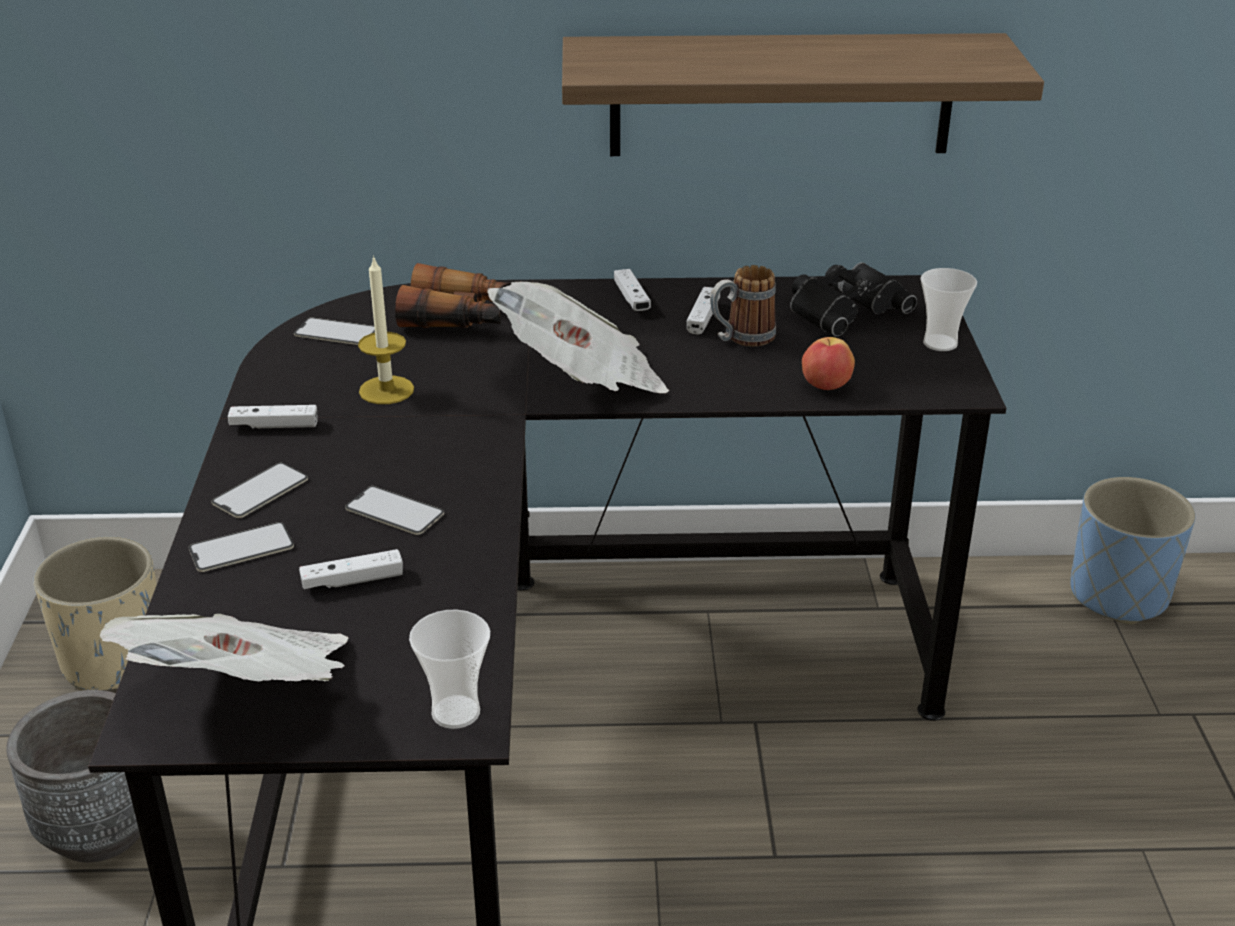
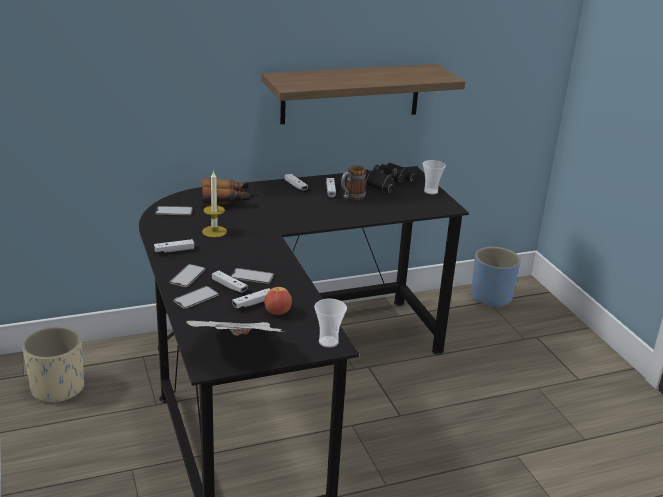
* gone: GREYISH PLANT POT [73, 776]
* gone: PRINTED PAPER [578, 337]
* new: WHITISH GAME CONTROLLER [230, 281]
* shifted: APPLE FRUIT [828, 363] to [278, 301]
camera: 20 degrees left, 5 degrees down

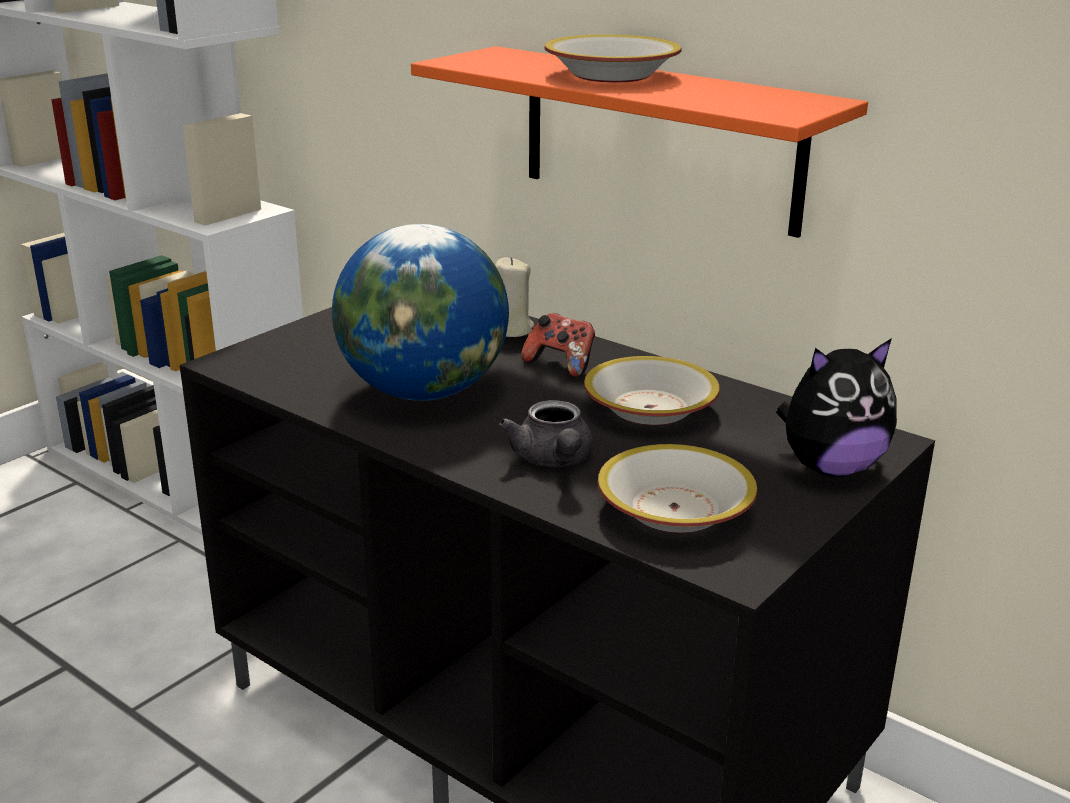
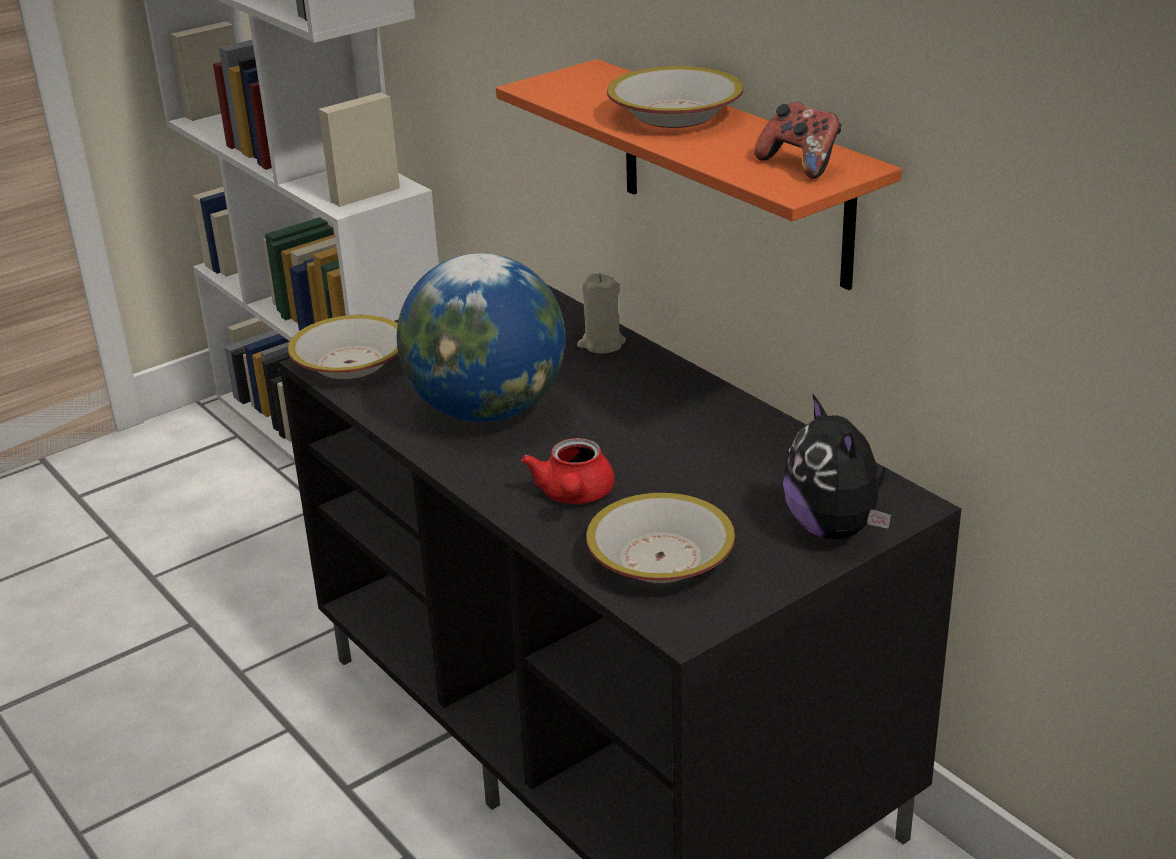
* shifted: GAME CONTROLLER [558, 345] to [797, 140]
* shifted: BOWL [652, 390] to [343, 347]
* repainted: GREYISH TEAPOT [546, 433] to REDDISH TEAPOT [568, 471]
* rotated: SOFT TOY [836, 407] = [837, 466] 75 degrees clockwise
camera: 15 degrees right, 5 degrees up

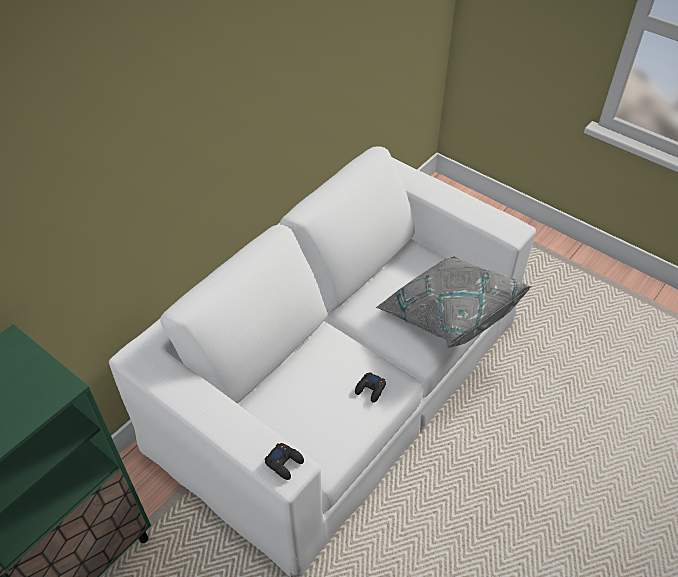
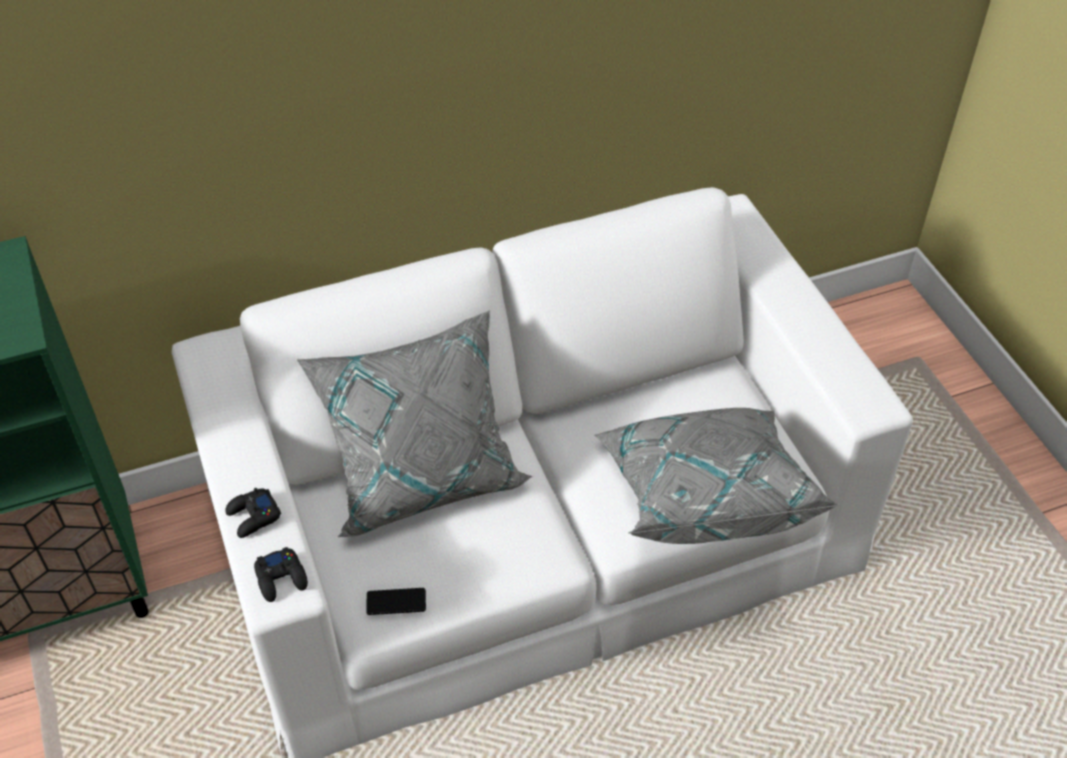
* new: GREYISH CUSHION [415, 423]
* new: TELEPHONE [396, 601]
* shifted: BLACK-COLOURED GAME CONTROLLER [370, 387] to [253, 513]
camera: 30 degrees right, 0 degrees up

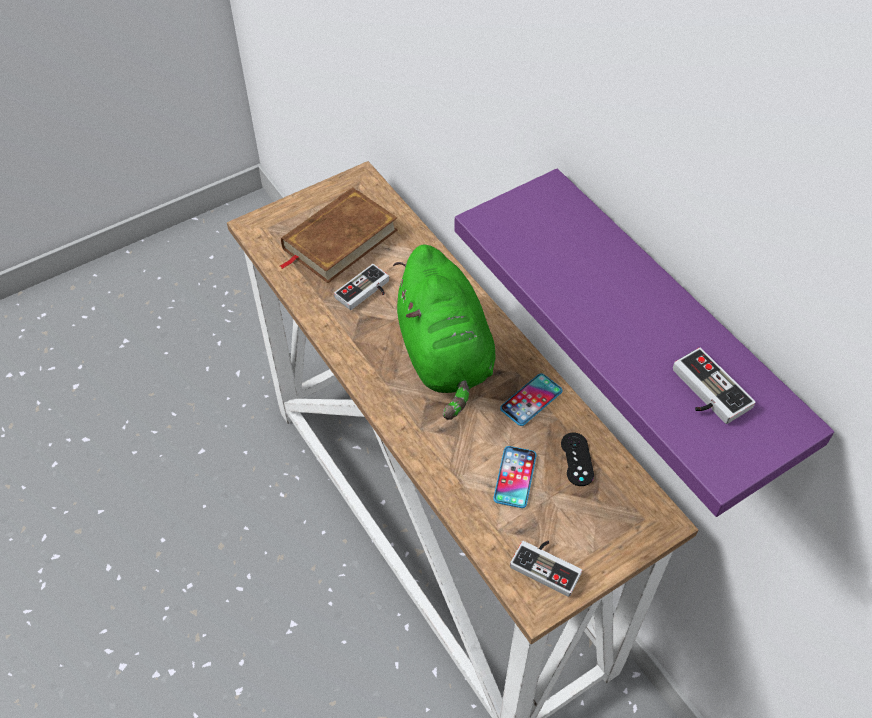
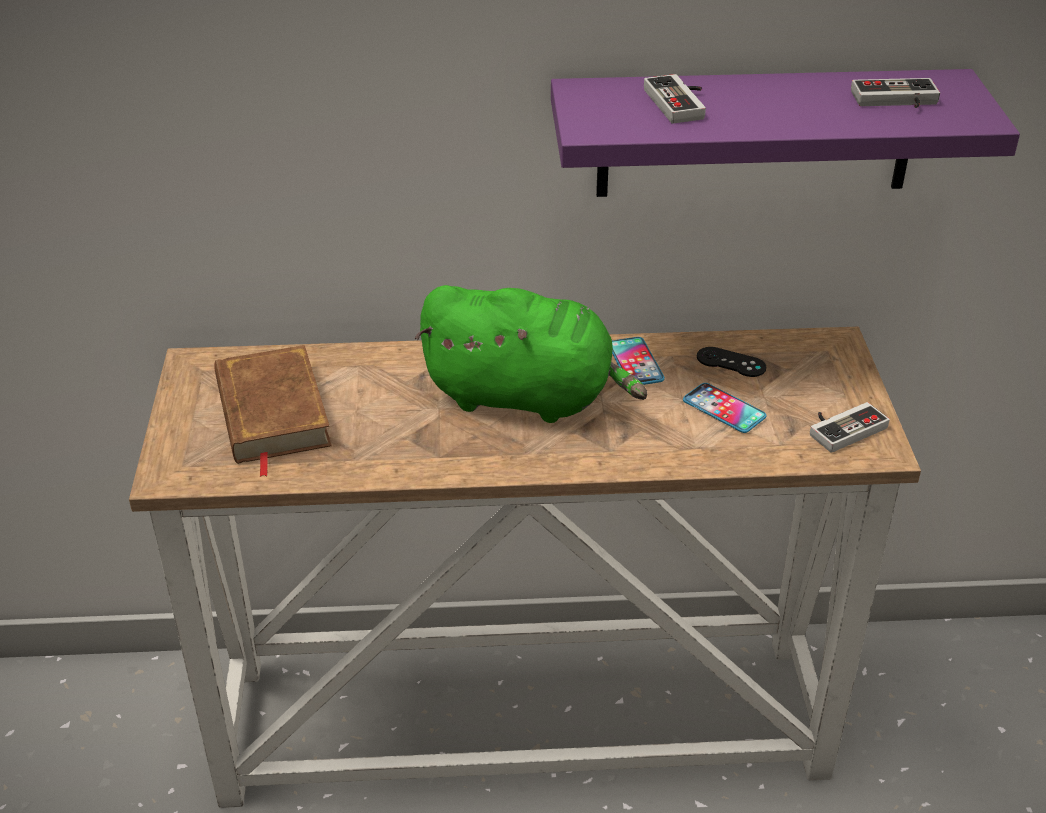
* shifted: GAME CONTROLLER [361, 287] to [675, 99]
camera: 60 degrees left, 15 degrees down

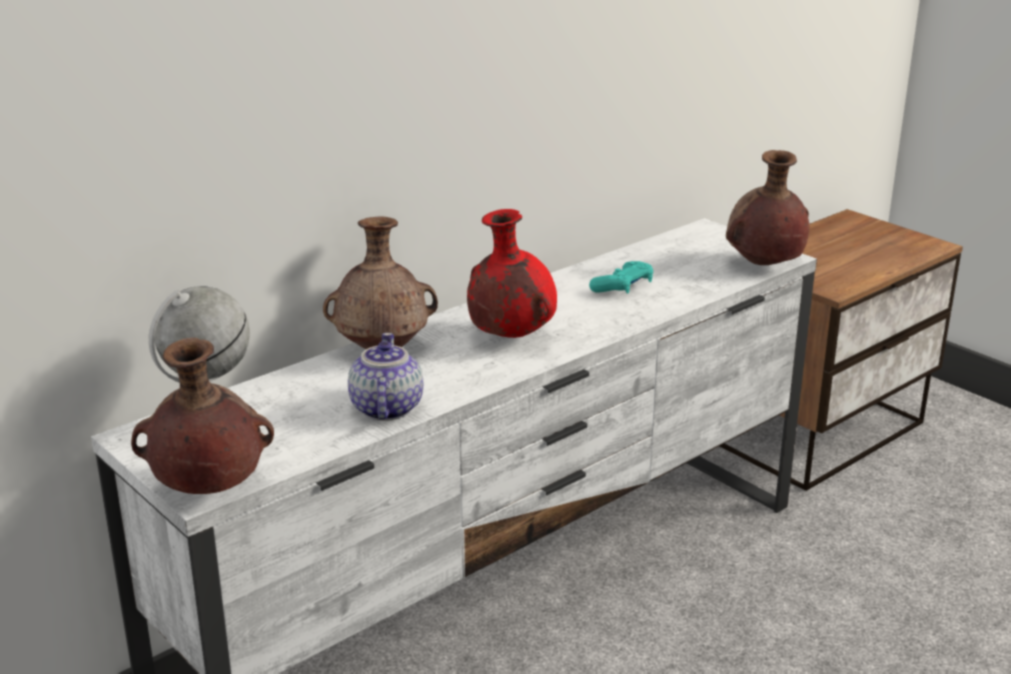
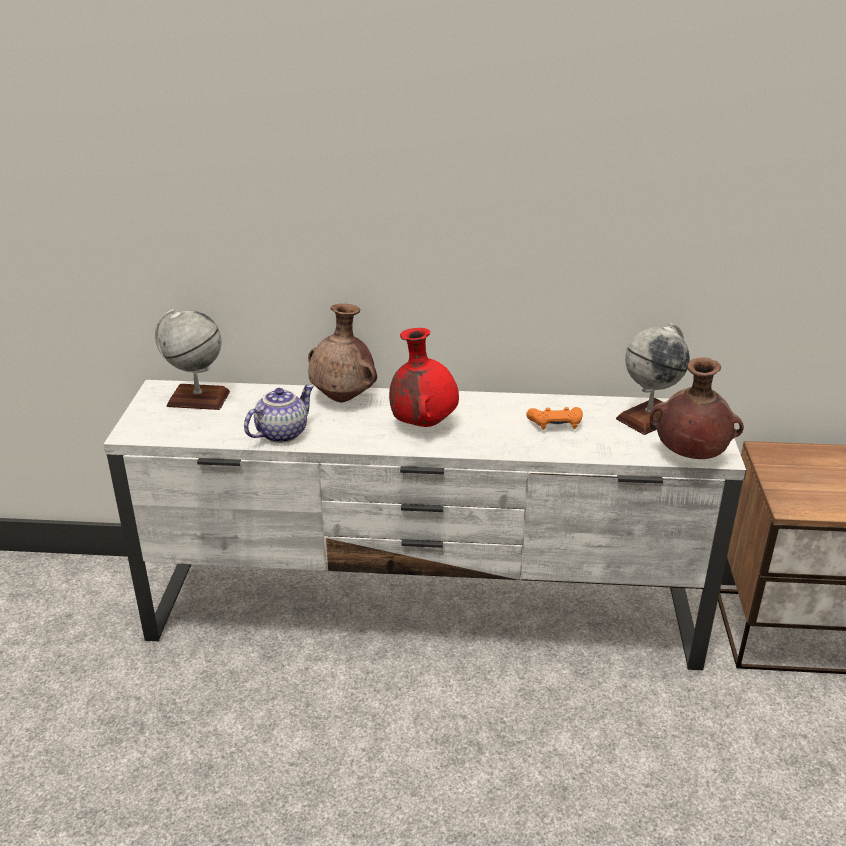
* gone: BROWNISH DECORATIVE VASE [202, 416]
* new: WORLD GLOBE [653, 379]
* repainted: BLUE-GREEN GAME CONTROLLER [621, 277] to ORANGEY GAME CONTROLLER [554, 418]
camera: 45 degrees right, 5 degrees up

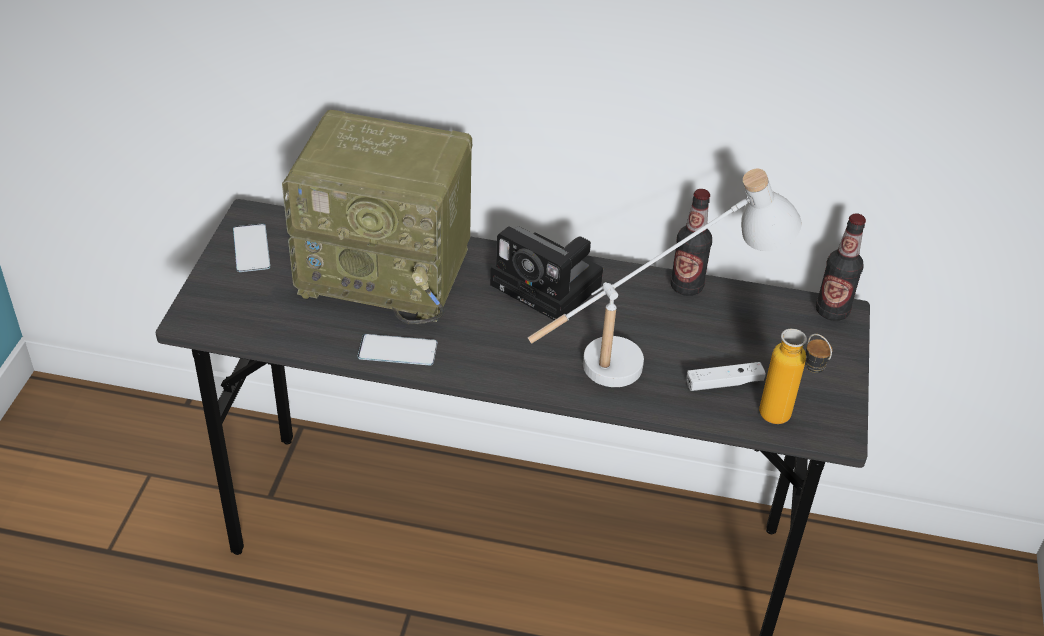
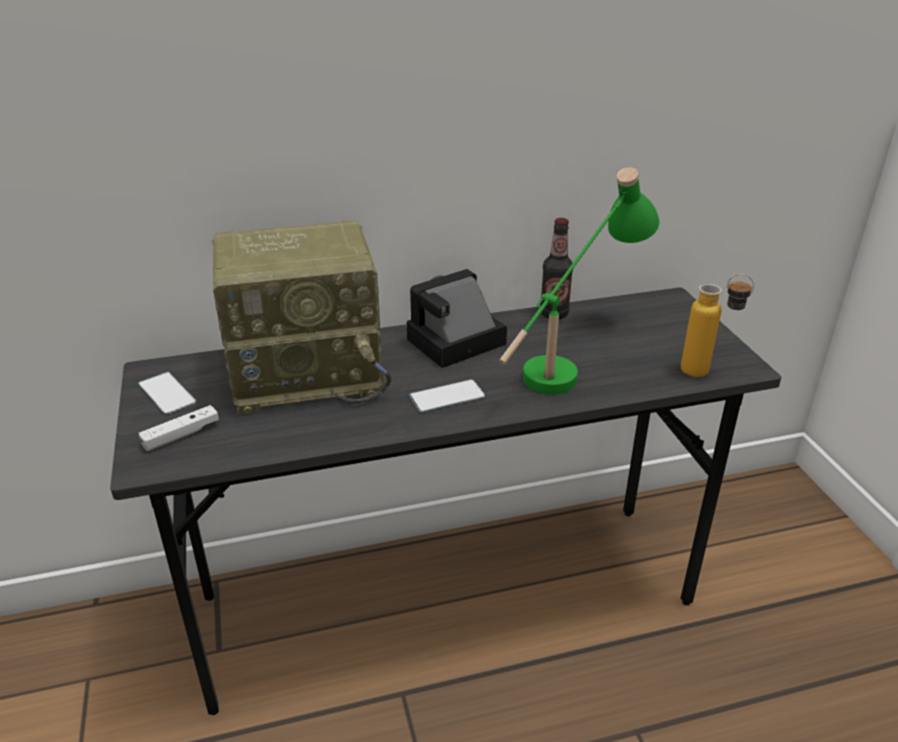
* gone: DRINK BOTTLE [841, 267]
* shifted: TELEPHONE [397, 349] to [447, 395]
* shifted: WHITISH GAME CONTROLLER [726, 376] to [179, 428]
* repainted: WHITISH LAMP FOR A TABLE [664, 278] to GREEN LAMP FOR A TABLE [579, 280]
* rotated: STILL CAMERA [546, 273] = [457, 318] 135 degrees clockwise
camera: 25 degrees left, 10 degrees down

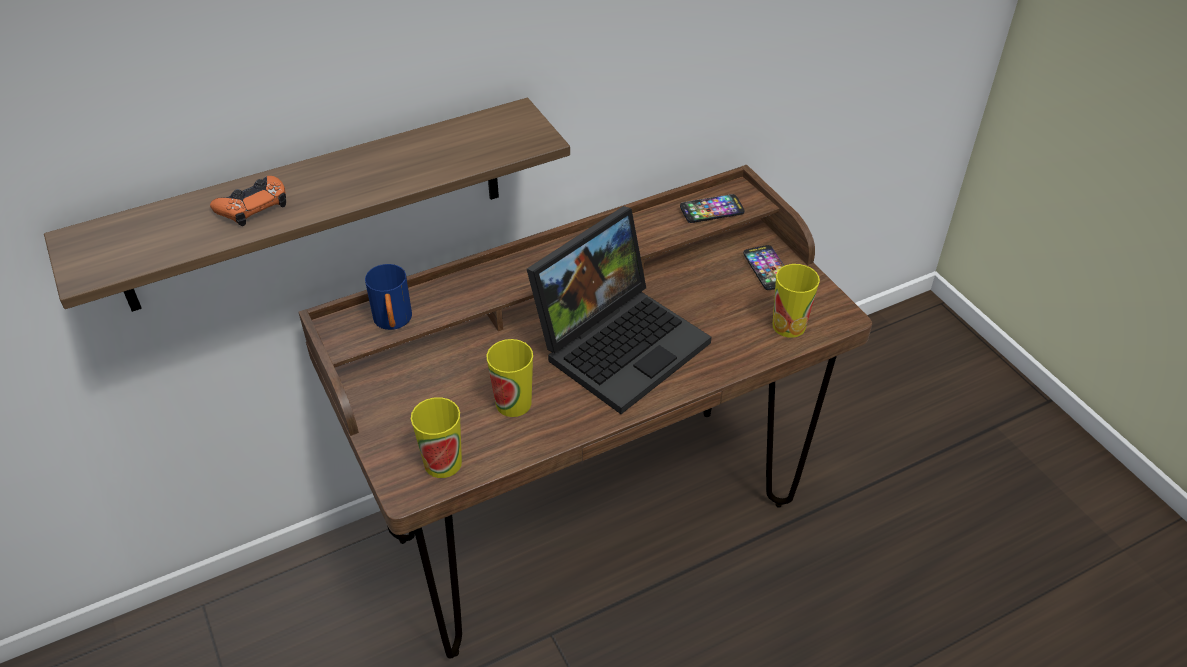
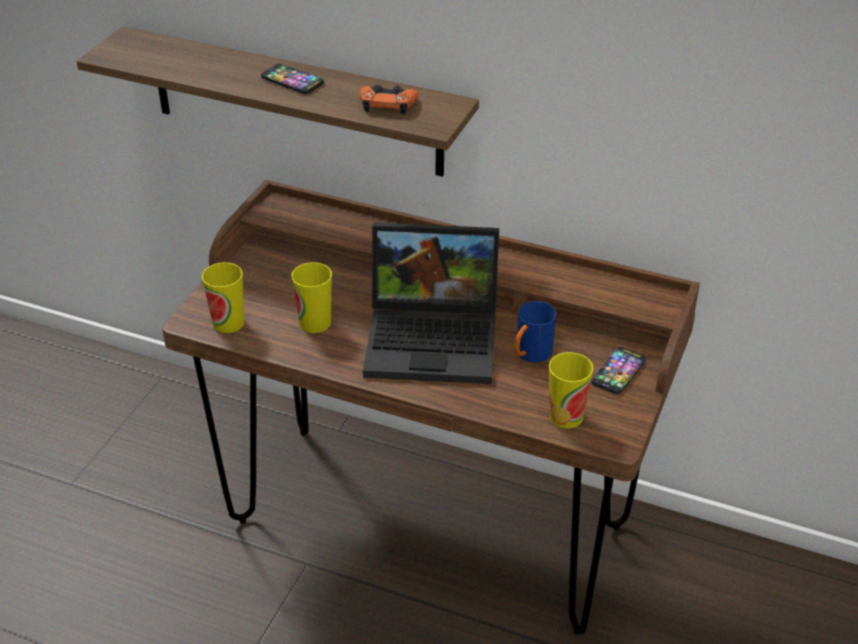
* shifted: ORANGEY GAME CONTROLLER [248, 201] to [389, 99]
* shifted: BLUE COFFEE MUG [388, 297] to [535, 331]
* shifted: TELEPHONE [712, 208] to [292, 78]
camera: 50 degrees right, 5 degrees down

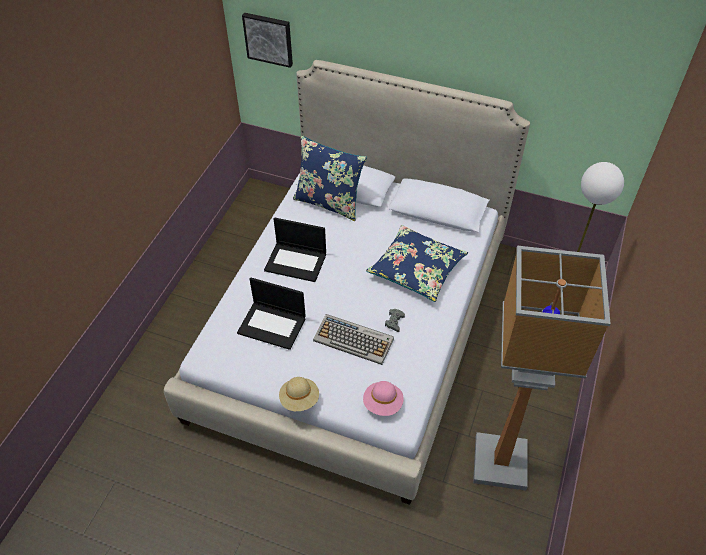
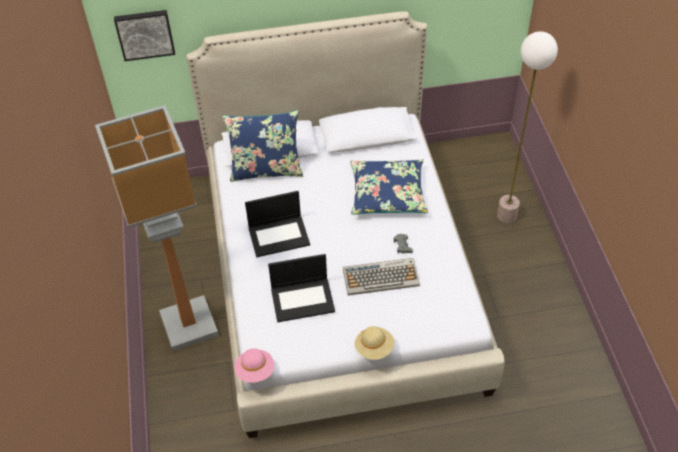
* shifted: PINK-COLOURED CLOTHING HAT [383, 398] to [254, 365]
* shifted: STANDARD LAMP [542, 368] to [157, 228]
camera: 30 degrees left, 0 degrees up

